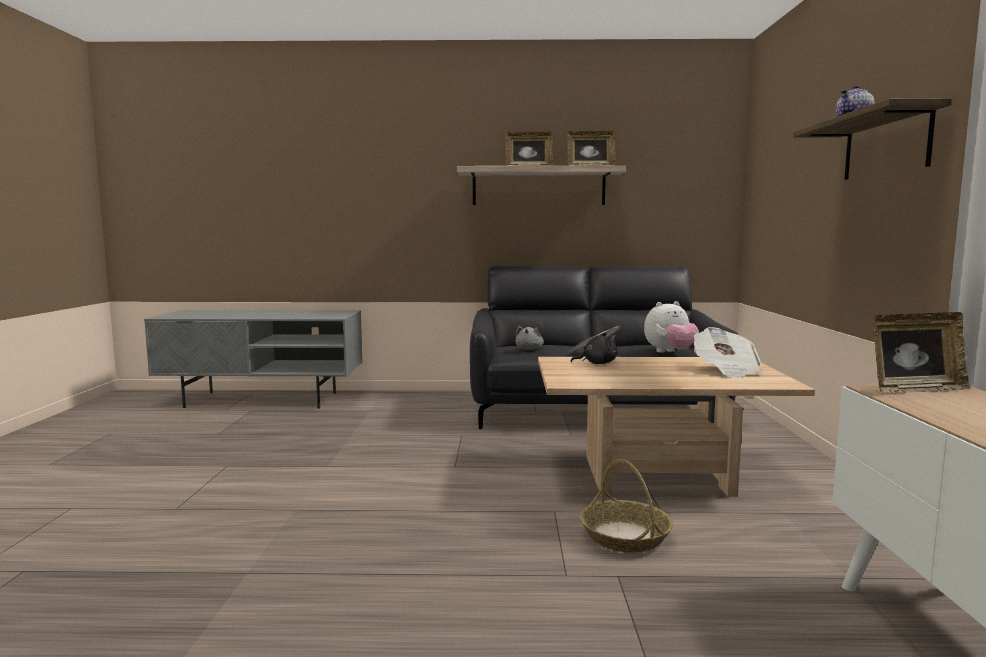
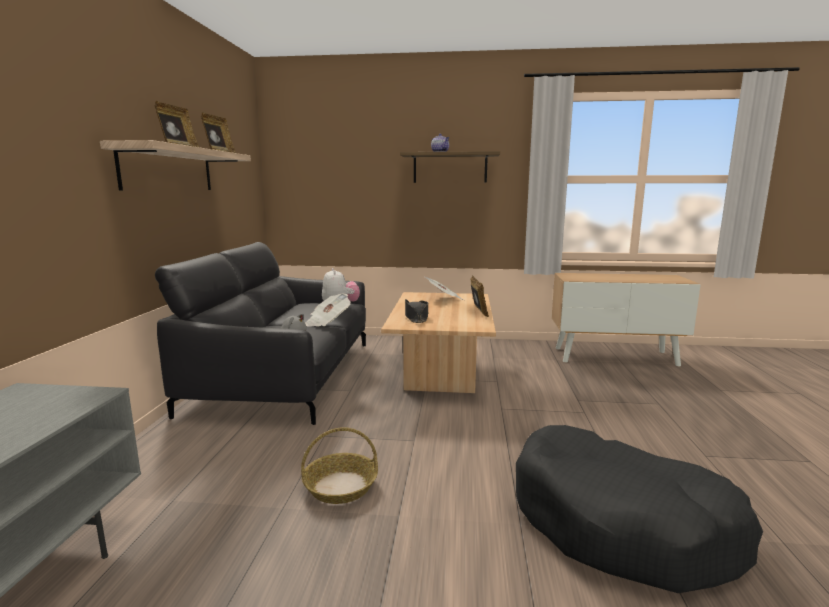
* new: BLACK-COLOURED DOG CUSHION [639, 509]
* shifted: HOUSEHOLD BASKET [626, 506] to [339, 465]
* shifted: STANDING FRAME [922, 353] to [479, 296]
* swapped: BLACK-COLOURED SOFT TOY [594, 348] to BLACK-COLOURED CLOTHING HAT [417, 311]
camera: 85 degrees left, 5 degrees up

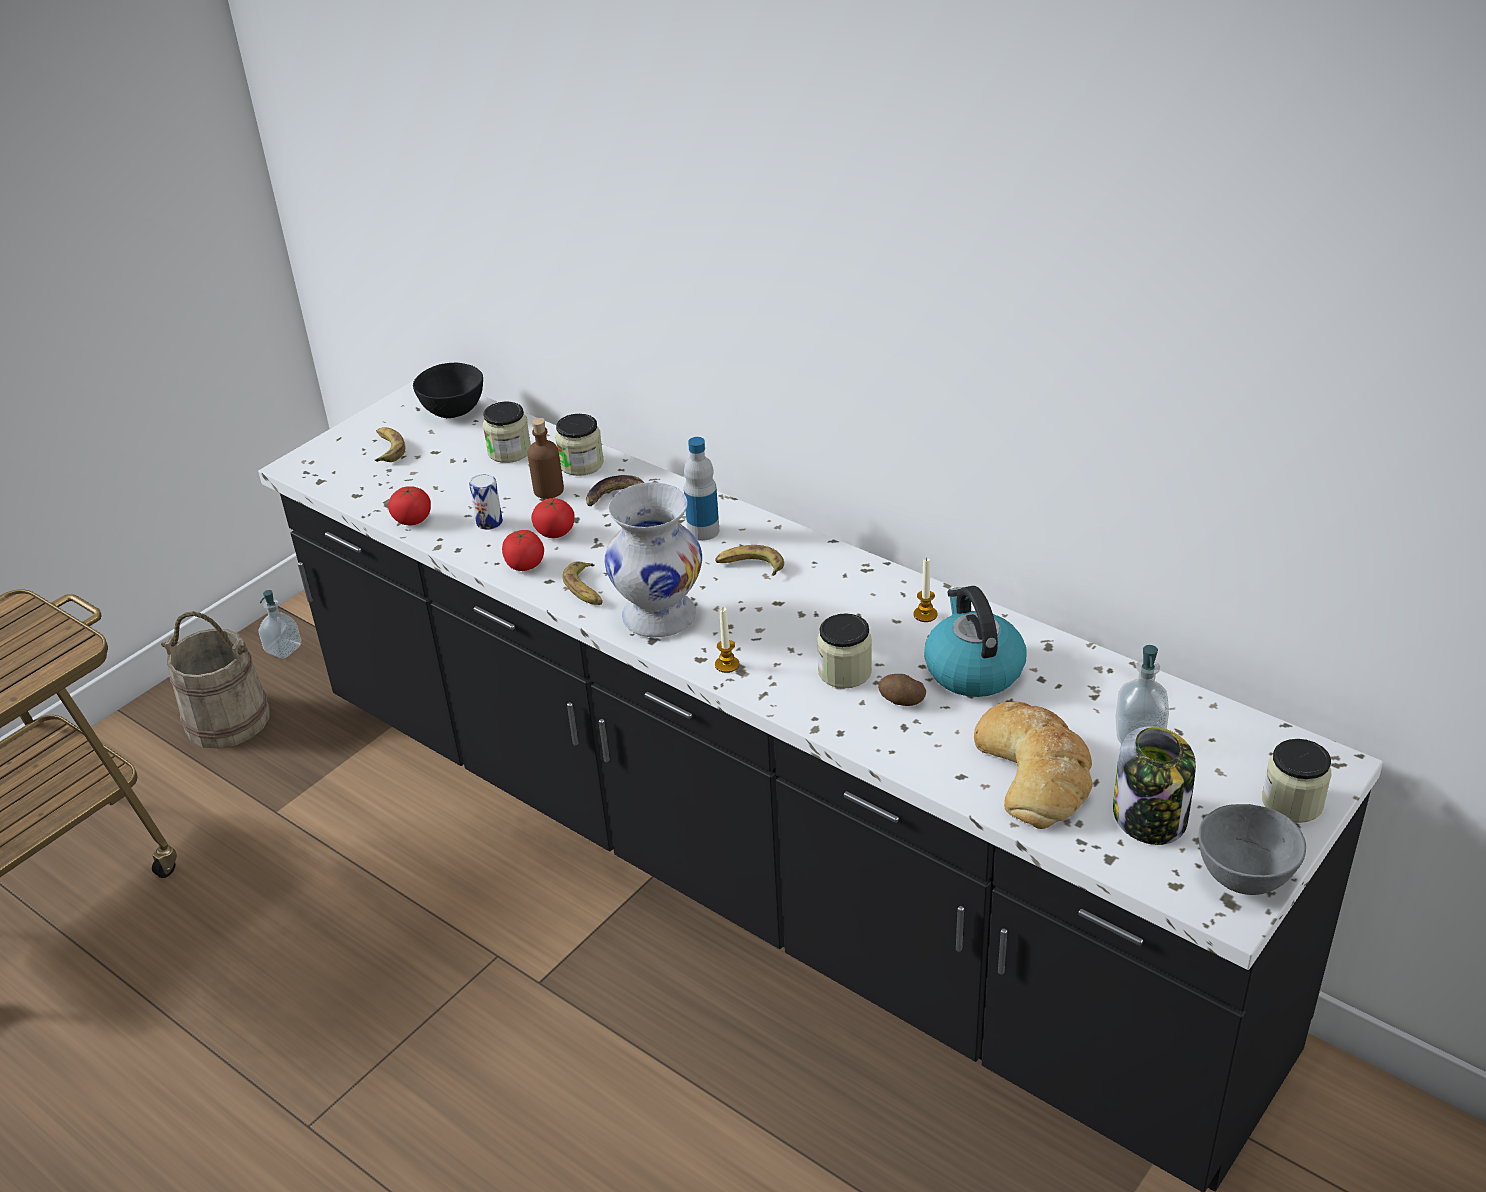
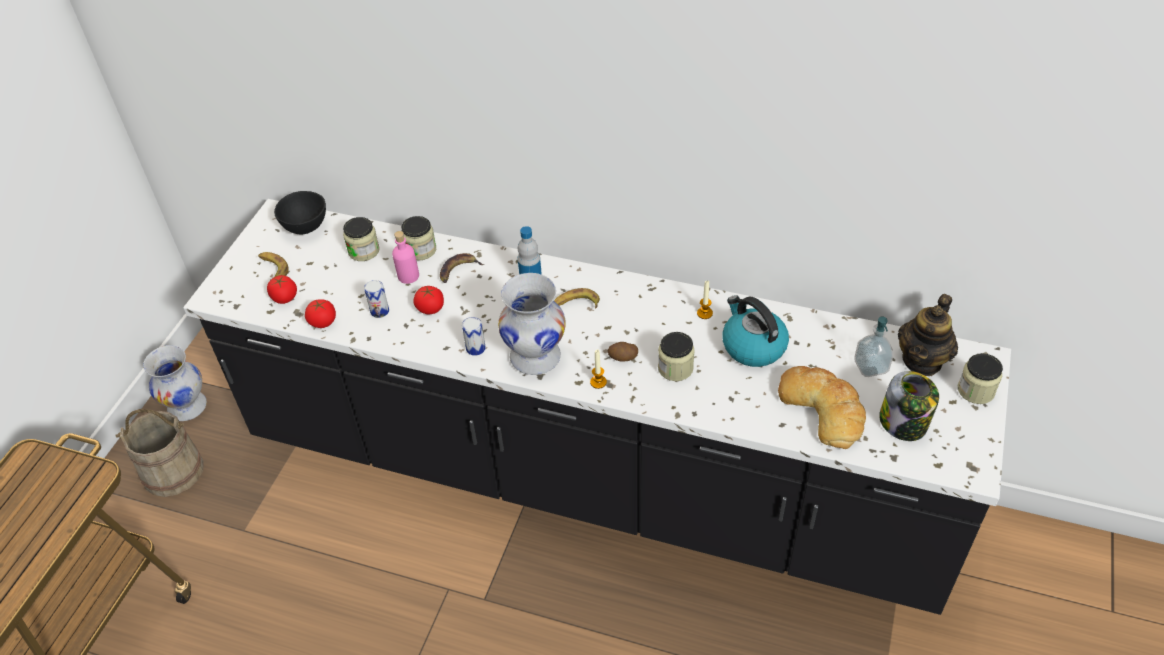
* gone: GREYISH BOWL [1252, 849]
* new: TEAPOT [928, 335]
* shifted: TOMATO [523, 550] to [282, 289]
* shifted: POTATO [902, 690] to [622, 352]
* swapped: SOAP BOTTLE [280, 624] to WHITISH DECORATIVE VASE [175, 383]
* swapped: BANANA [582, 583] to CAN [473, 336]
* repainted: BROWNISH DRINK BOTTLE [545, 458] to PINK-COLOURED DRINK BOTTLE [405, 257]
camera: 20 degrees left, 10 degrees up

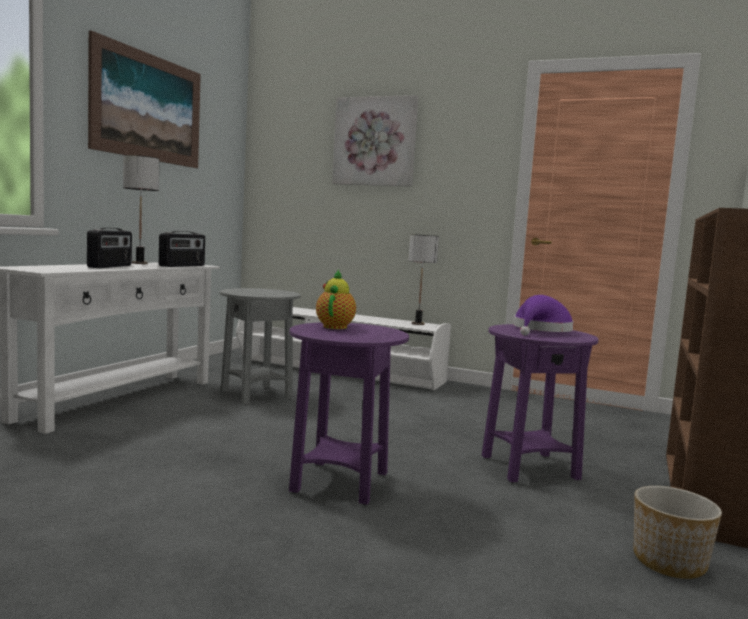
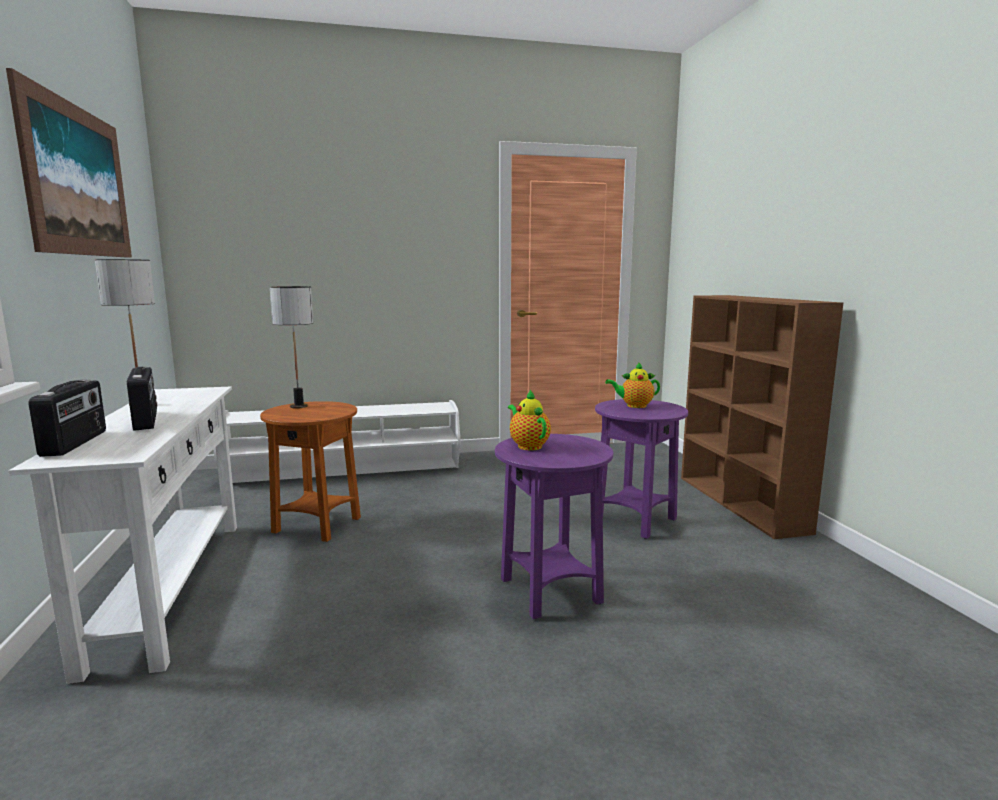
* gone: PICTURE [375, 141]
* gone: PLANT POT [678, 532]
* shifted: RADIO RECEIVER [182, 249] to [67, 418]
* shifted: LAMP FOR A TABLE [423, 279] to [291, 347]
* swapped: PURPLE CLOTHING HAT [543, 315] to TEAPOT [632, 385]
* repainted: GREYISH ACCENT TABLE [260, 346] to BROWNISH ACCENT TABLE [310, 471]
camera: 35 degrees left, 5 degrees up

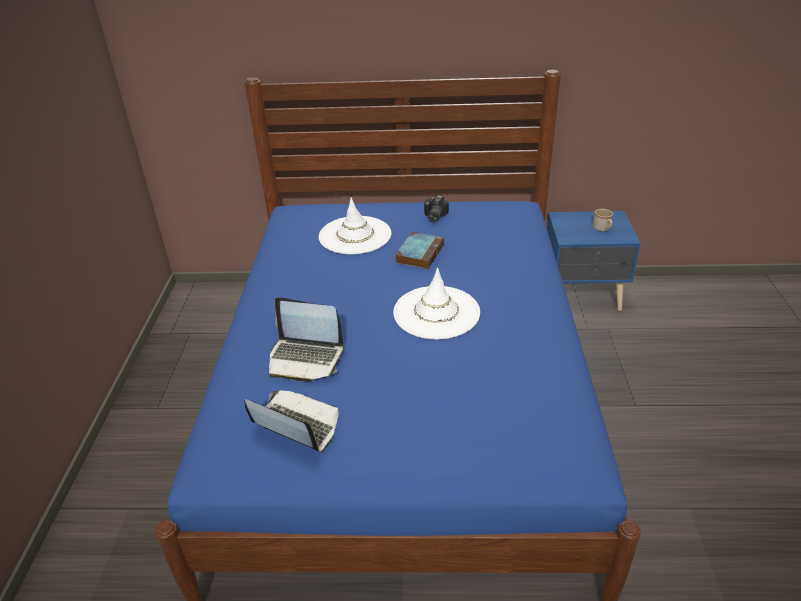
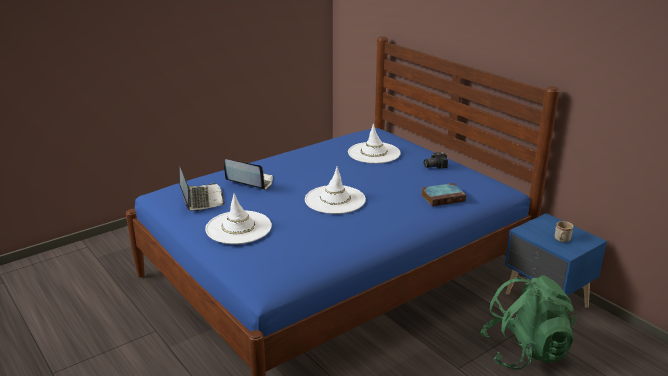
* new: WHITISH CLOTHING HAT [238, 218]
* new: GREEN KNAPSACK [528, 322]
* shifted: VOLUME [419, 250] to [443, 194]
* rotated: PORTABLE COMPUTER [306, 339] = [248, 174] 135 degrees clockwise
camera: 50 degrees right, 10 degrees down

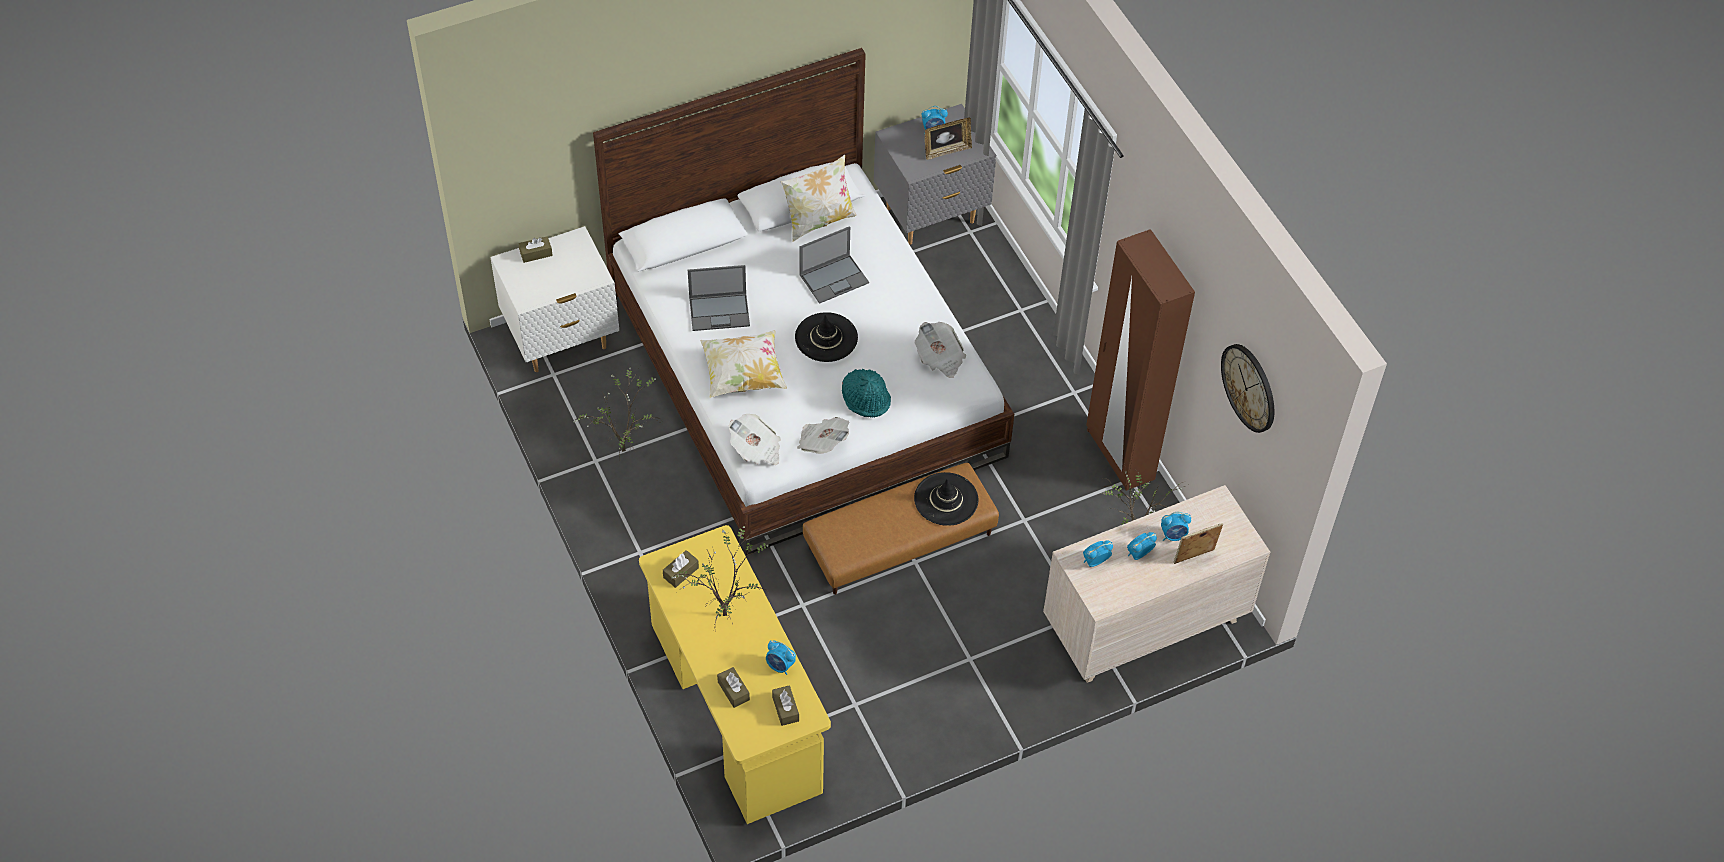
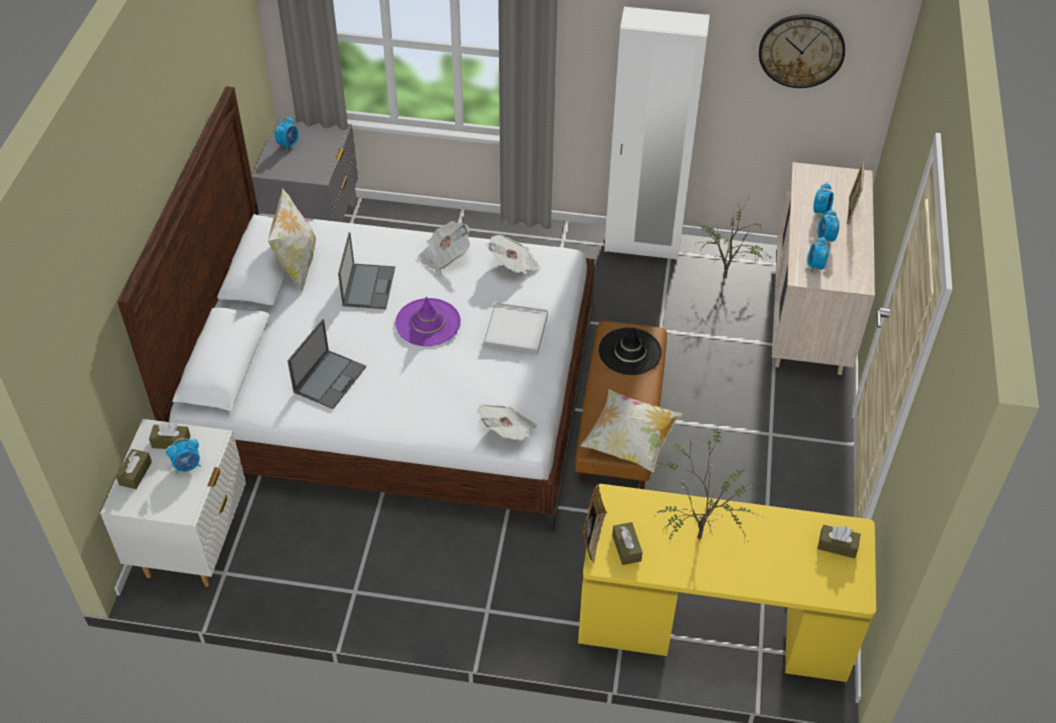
* gone: HOUSEPLANT [618, 414]
* shifted: CUSHION [743, 364] to [631, 430]
* shifted: BROWNISH TISSUE HOLDER [733, 687] to [169, 435]
* shifted: BEDSIDE CLOCK [781, 657] to [183, 456]
* shifted: PRINTED PAPER [823, 435] to [444, 246]
* shifted: STANDING FRAME [948, 139] to [595, 524]
* swapped: BLUE-GREEN CLOTHING HAT [866, 393] to WHITISH SERVING TRAY [515, 328]
* repainted: BLACK-COLOURED CLOTHING HAT [826, 337] to PURPLE CLOTHING HAT [428, 321]
* repainted: BROWNISH ARMOIRE [1140, 360] to WHITISH ARMOIRE [657, 133]
camera: 55 degrees left, 5 degrees down

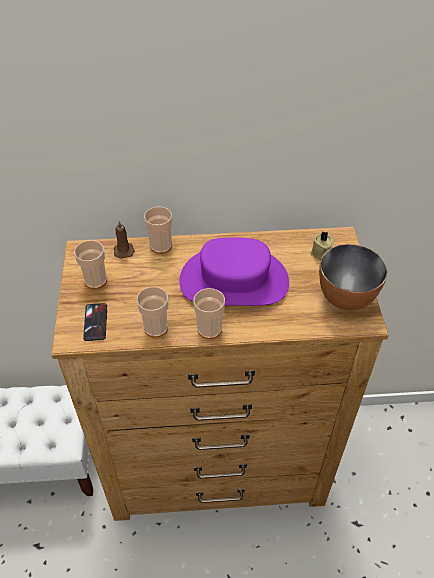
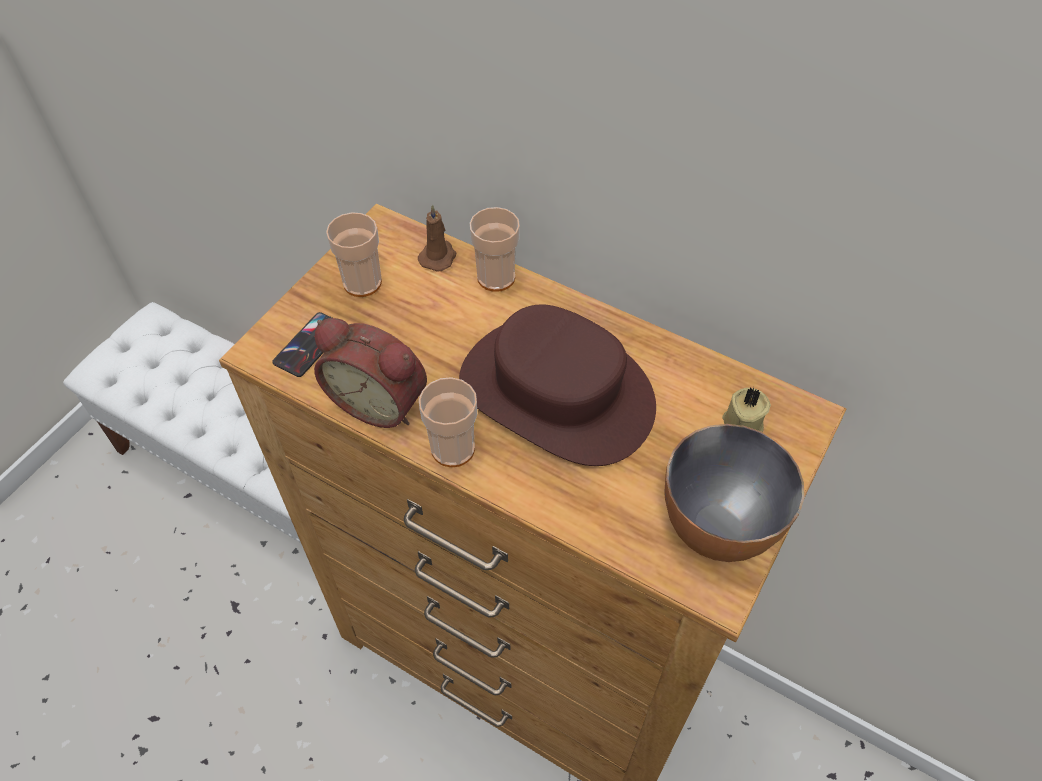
* swapped: SMALL CUP [152, 312] to BEDSIDE CLOCK [370, 373]
* repainted: PURPLE CLOTHING HAT [234, 271] to BROWNISH CLOTHING HAT [557, 385]
camera: 35 degrees right, 5 degrees up

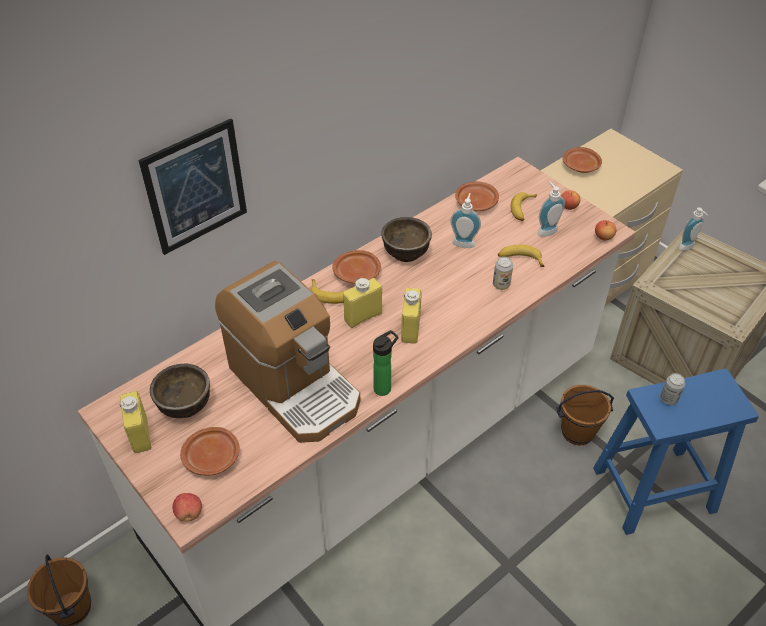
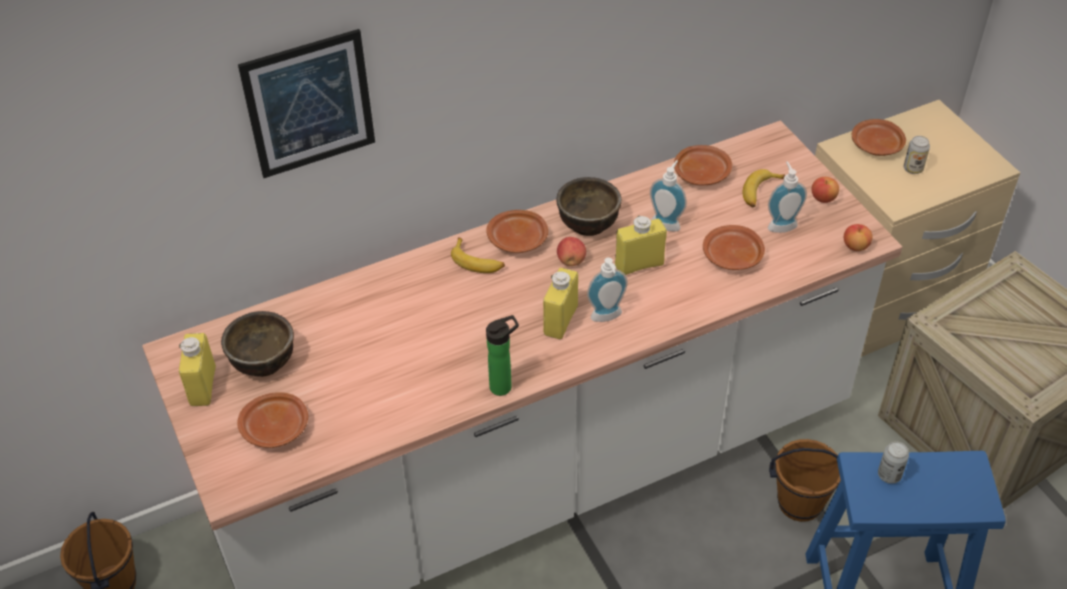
* gone: COFFEE MACHINE [287, 352]
* shifted: APPLE FRUIT [187, 507] to [571, 251]
* shifted: YELLOW DRINK BOTTLE [362, 303] to [641, 245]
* shifted: CAN [503, 273] to [917, 155]
* shifted: SOAP BOTTLE [693, 229] to [607, 289]
* swapped: BANANA [521, 256] to BROWNISH FLAT DISH [734, 247]
camera: 15 degrees right, 0 degrees up

